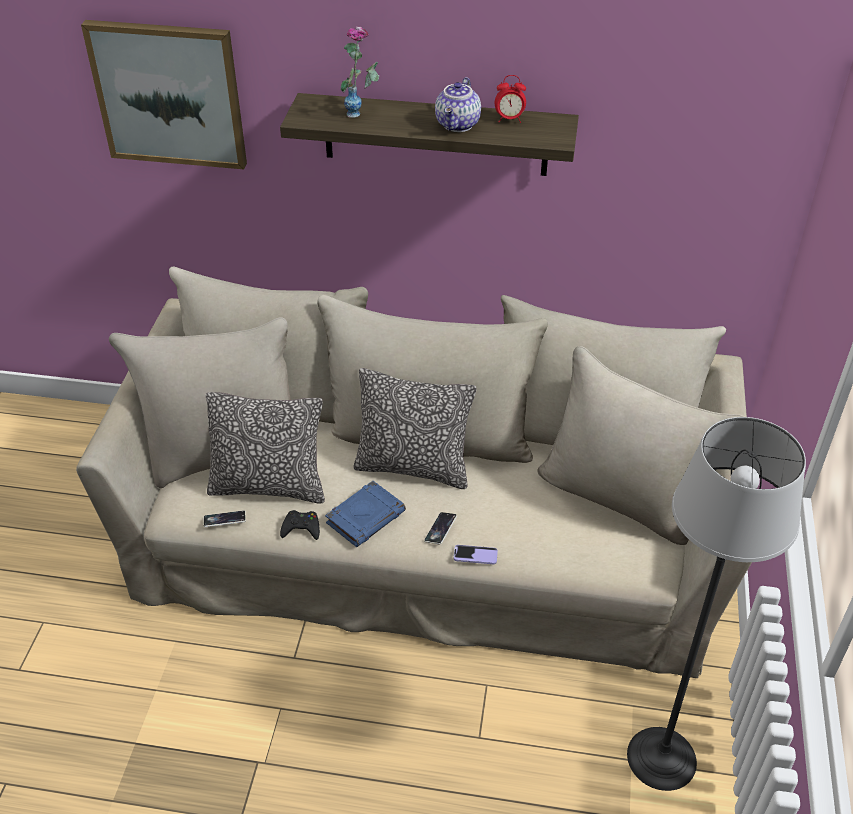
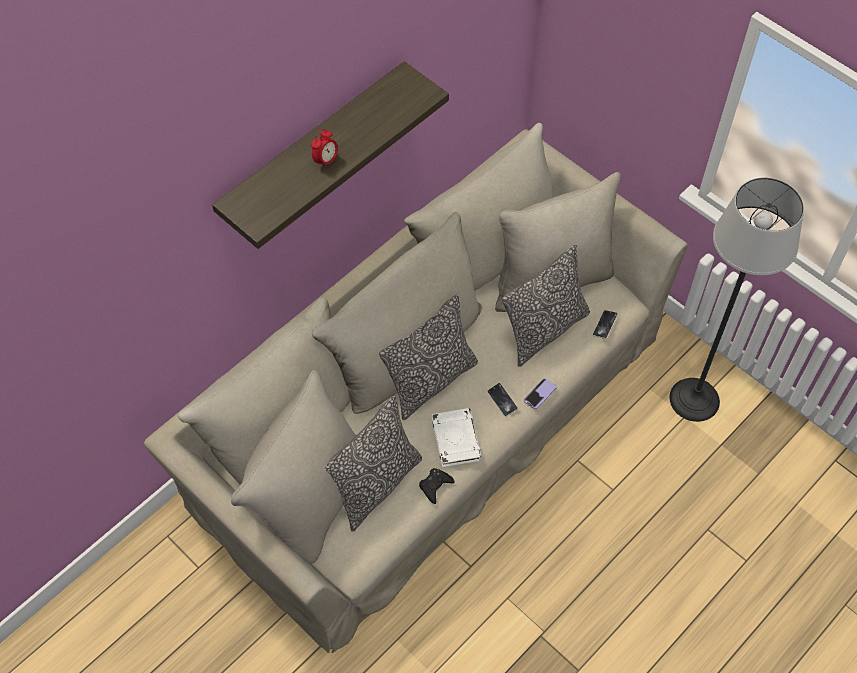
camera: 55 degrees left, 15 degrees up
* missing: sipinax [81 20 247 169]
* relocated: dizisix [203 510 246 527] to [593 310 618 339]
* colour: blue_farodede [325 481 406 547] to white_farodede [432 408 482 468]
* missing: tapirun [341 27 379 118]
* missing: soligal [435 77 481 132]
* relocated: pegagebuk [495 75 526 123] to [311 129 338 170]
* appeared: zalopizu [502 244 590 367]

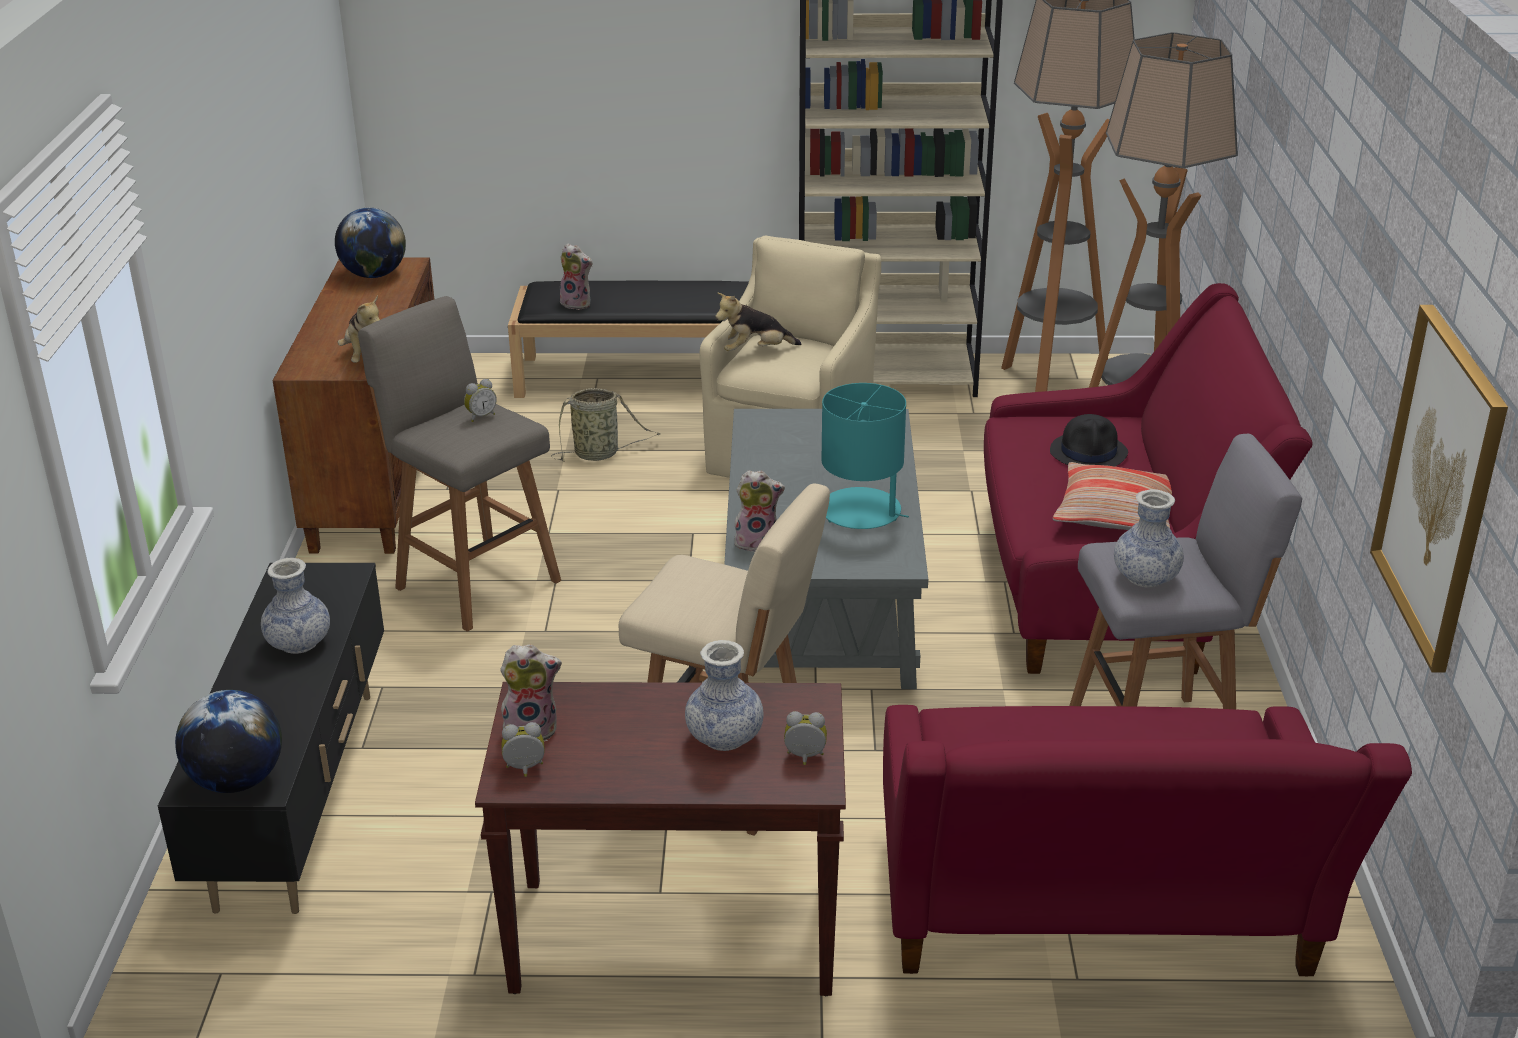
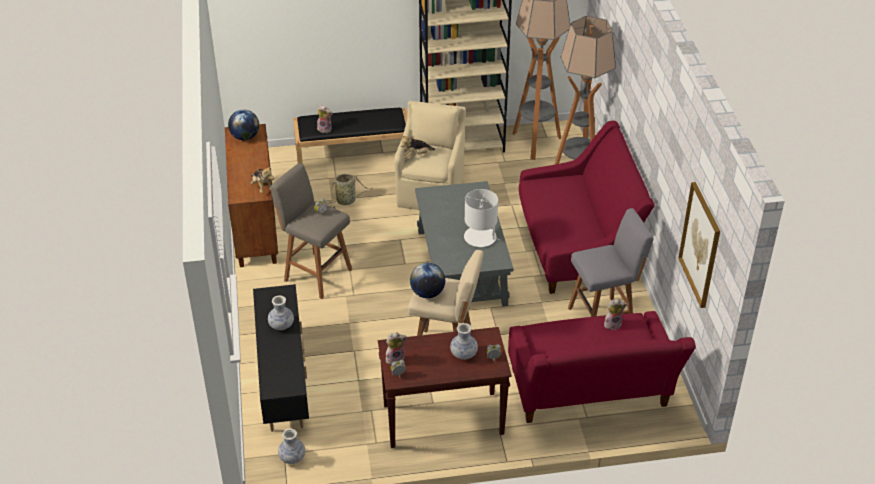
camera: 10 degrees left, 10 degrees up
* relocated: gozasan [175 690 282 793] to [410 263 445 298]
* relocated: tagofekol [734 470 785 552] to [604 299 627 330]
* colour: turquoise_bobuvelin [822 383 909 529] to white_bobuvelin [464 189 500 247]
* missing: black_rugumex [1050 414 1128 466]
* missing: zalopizu [1053 462 1172 530]
* relocated: tapirun [1114 489 1184 588] to [278 428 305 464]

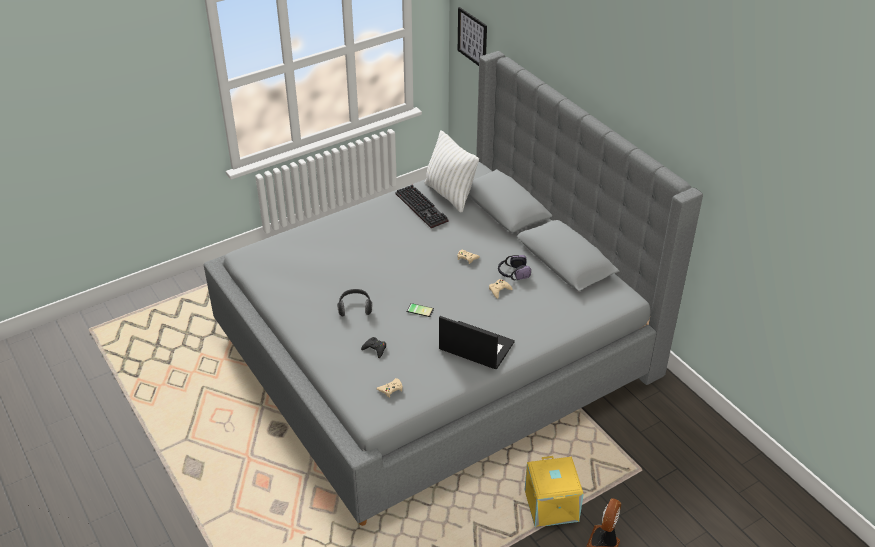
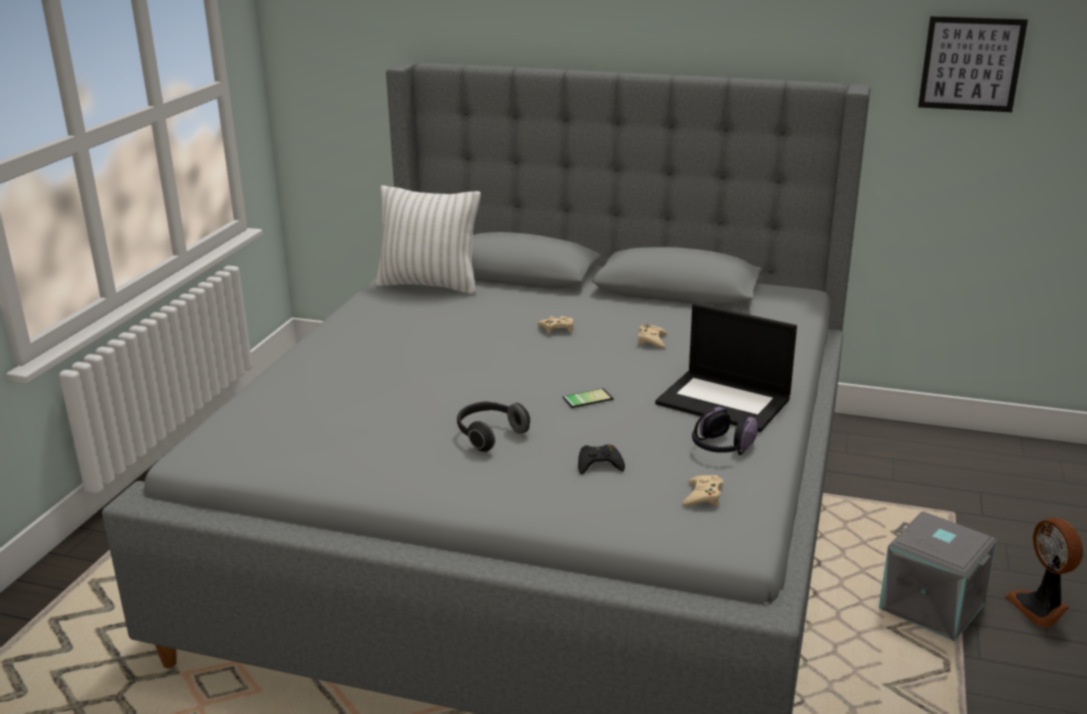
camera: 40 degrees left, 15 degrees down
* missing: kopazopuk [396 184 449 228]
* spun: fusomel [439 316 515 370] = [655 303 797 432] 135 degrees counterclockwise
* relocated: sipinax [458 7 487 66] to [918 16 1028 112]
* relocated: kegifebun [498 255 531 280] to [692 406 757 455]
* colour: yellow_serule [525 456 584 527] to grey_serule [879 511 998 641]

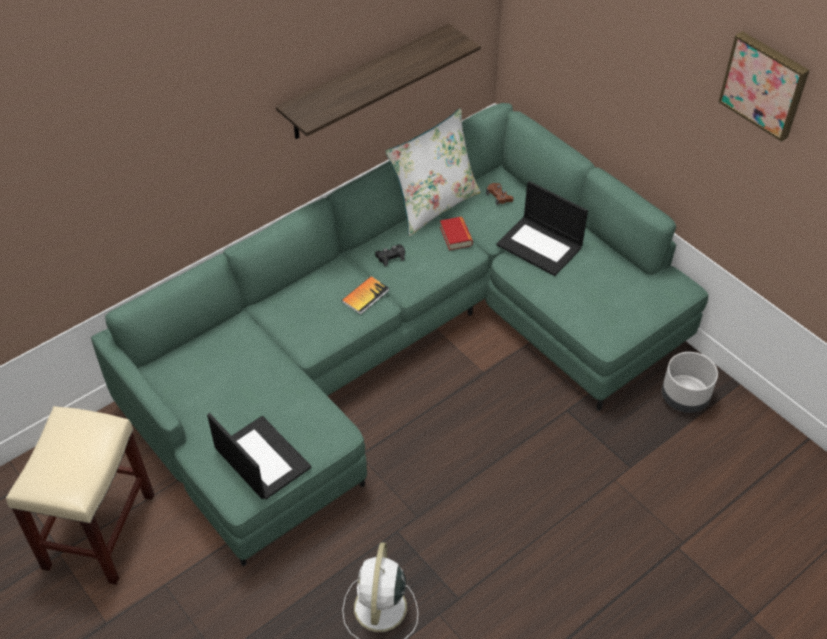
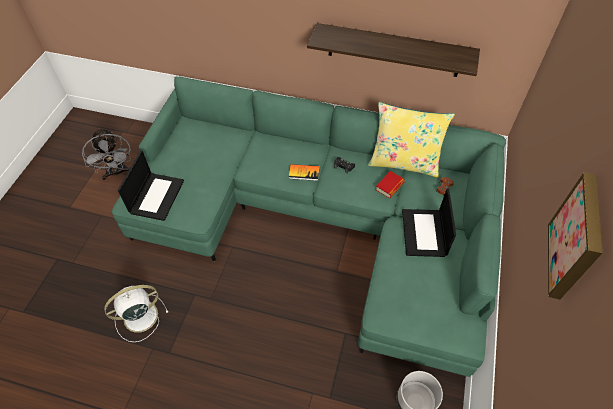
camera: 55 degrees right, 5 degrees up
* exchanged: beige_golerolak [6 406 155 585] to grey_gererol [82 128 131 180]
* colour: white_zalopizu [385 109 480 236] to yellow_zalopizu [368 102 455 178]

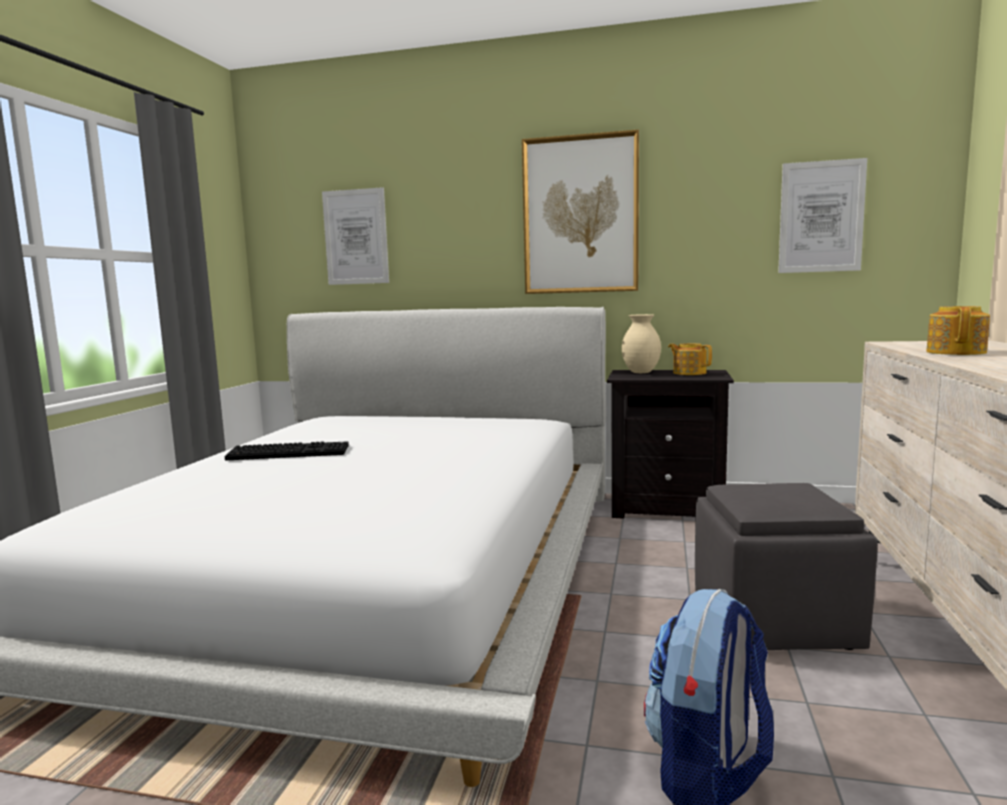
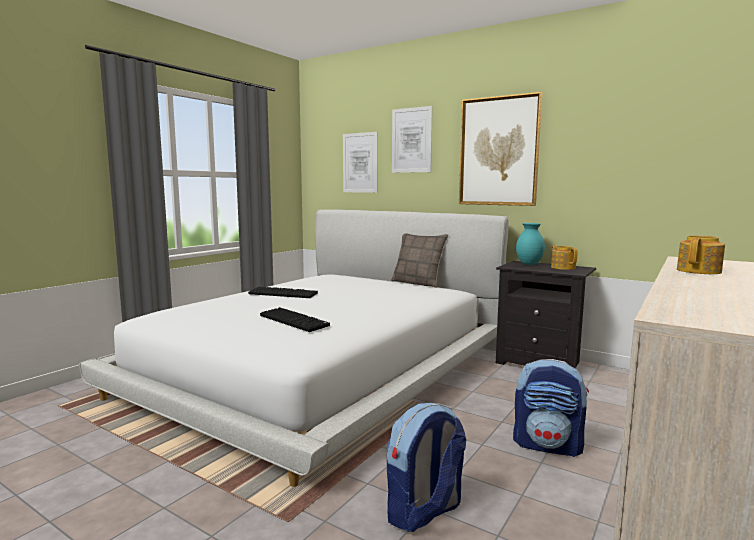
camera: 20 degrees right, 0 degrees up
* colour: beige_tapirun [622 314 661 373] to turquoise_tapirun [516 223 545 265]
* exchanged: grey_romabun [695 483 878 650] to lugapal [513 359 589 457]
* relocated: sipinax [778 158 867 273] to [392 106 433 173]
* appeared: kopazopuk [260 307 330 332]
* appeared: zalopizu [391 234 448 288]

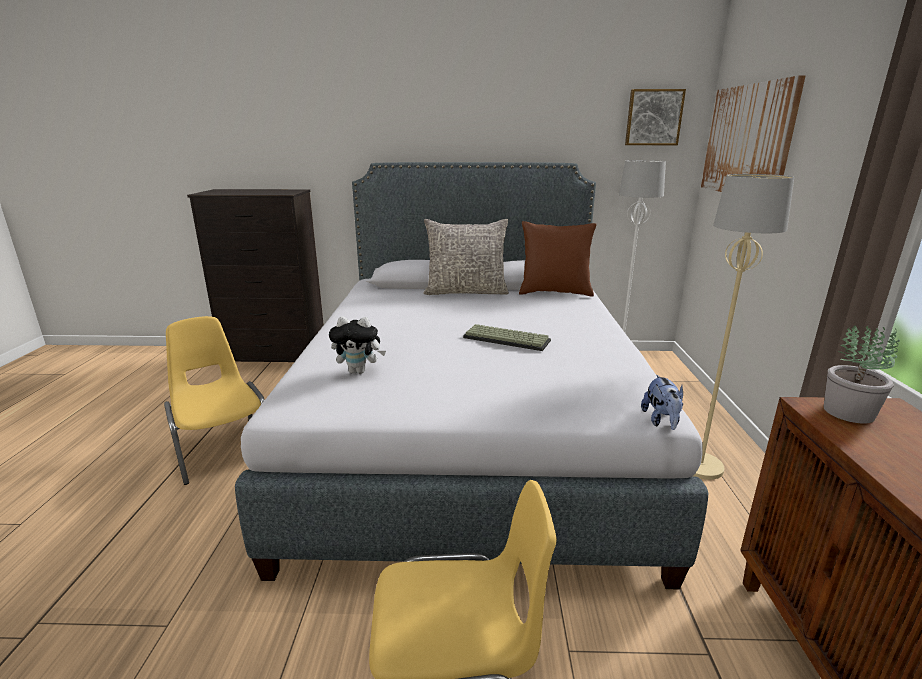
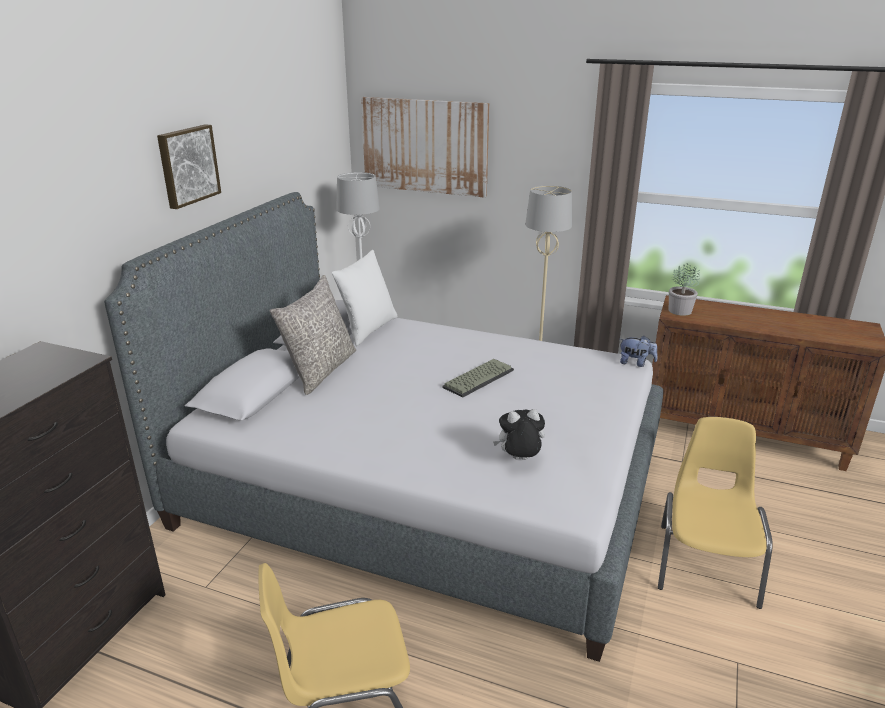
camera: 70 degrees left, 5 degrees up
* spun: tagofekol [329 316 386 374] = [493 409 545 460] 120 degrees counterclockwise
* colour: brown_zalopizu [519 221 597 296] to white_zalopizu [332 250 397 346]
* relocated: sipinax [625 89 686 145] to [157 124 221 209]

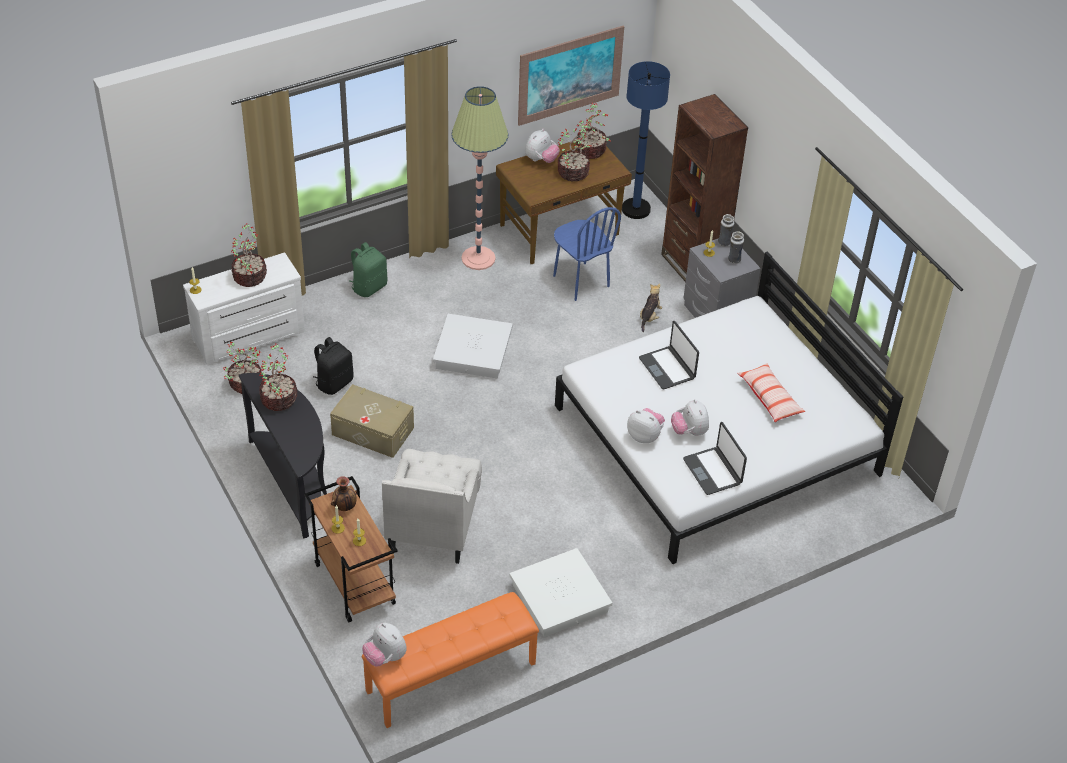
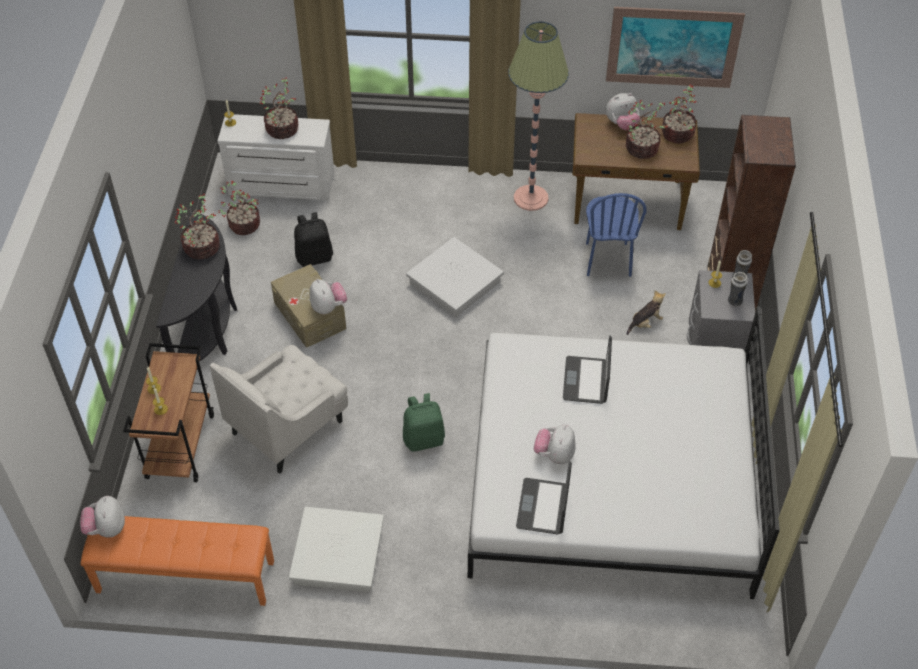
camera: 35 degrees right, 5 degrees up
* missing: tapirun [331 476 357 511]
* relocated: green_lugapal [350 242 387 297] to [403 393 445 452]
* missing: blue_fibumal [622 61 670 219]
* relocated: tagofekol [627 408 665 443] to [310 279 347 314]
* missing: zalopizu [737 363 805 422]

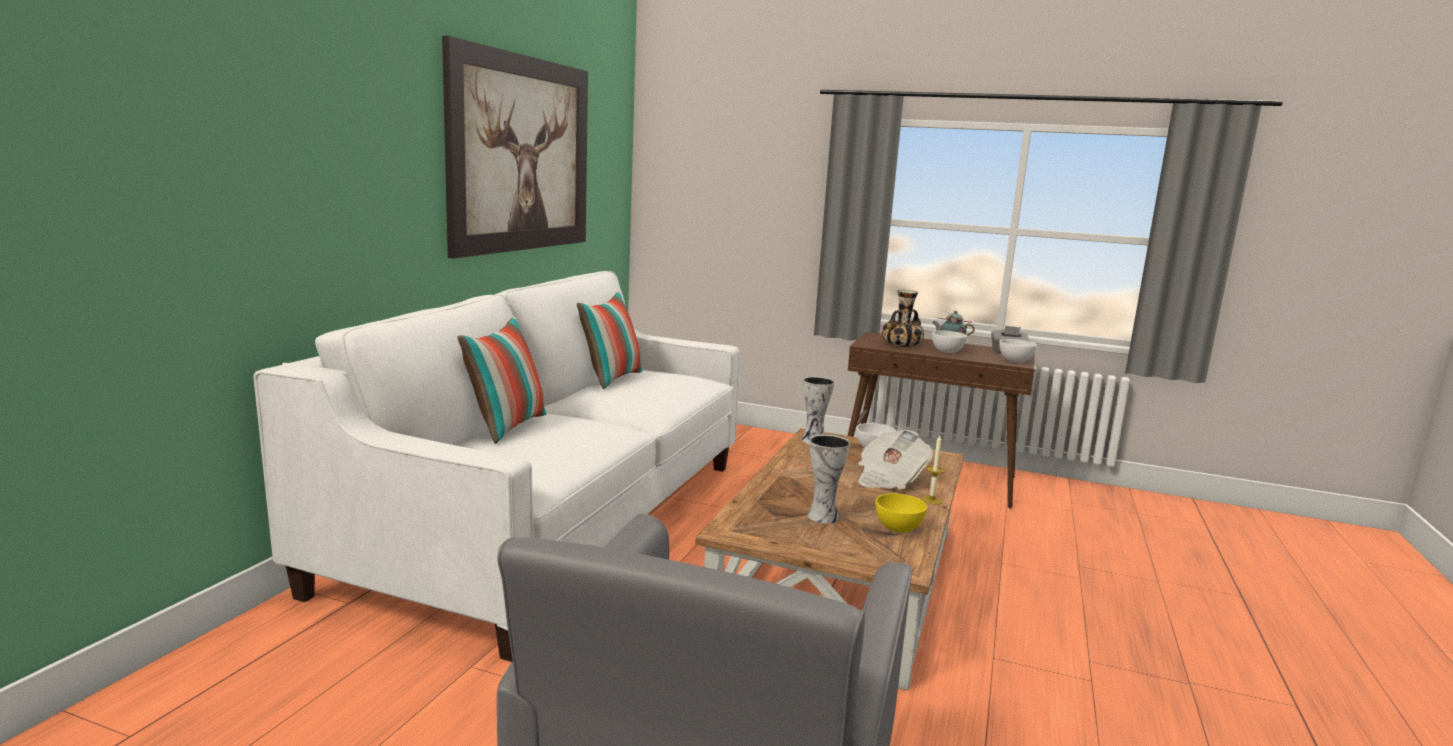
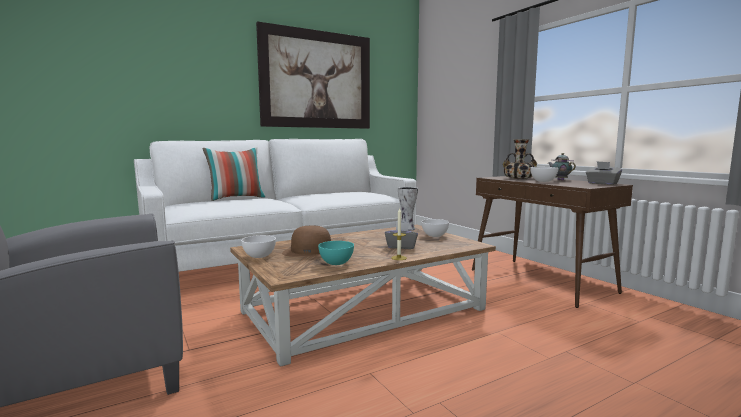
camera: 40 degrees right, 5 degrees down
* missing: zalopizu [577 291 643 389]
* exchanged: tapirun [808 435 850 523] to brown_rugumex [282 226 331 257]
* exchanged: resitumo [858 430 933 489] to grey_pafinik [385 222 418 249]
* colour: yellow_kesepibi [876 493 927 532] to turquoise_kesepibi [318 241 354 265]
* relocated: white_kesepibi [999 339 1037 363] to [241 235 276 258]

